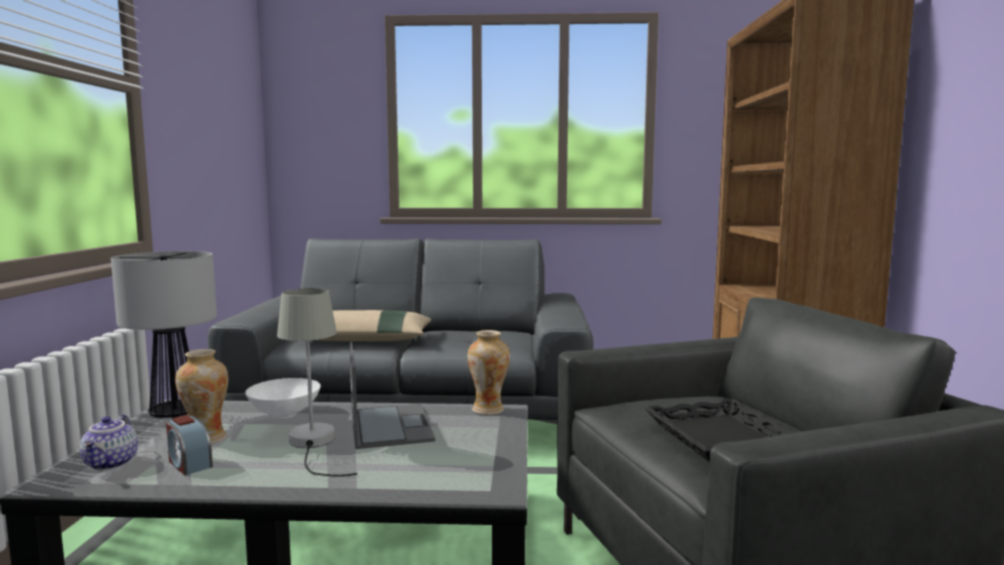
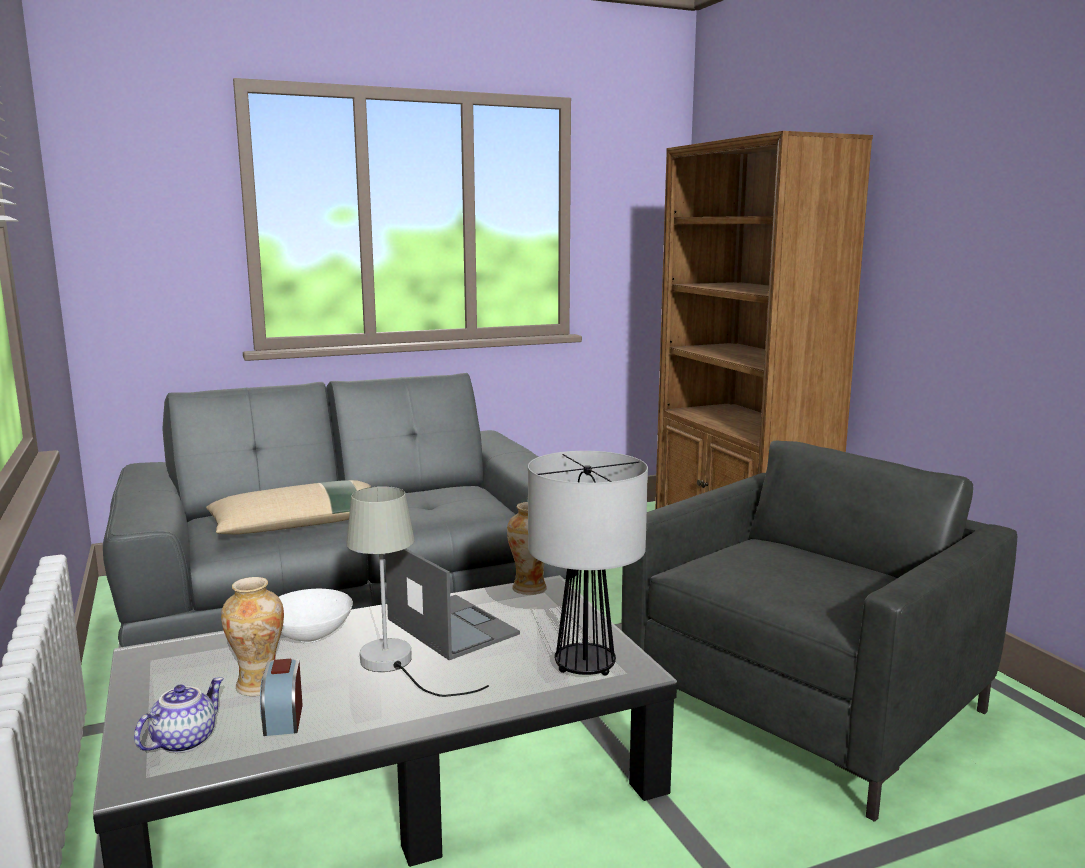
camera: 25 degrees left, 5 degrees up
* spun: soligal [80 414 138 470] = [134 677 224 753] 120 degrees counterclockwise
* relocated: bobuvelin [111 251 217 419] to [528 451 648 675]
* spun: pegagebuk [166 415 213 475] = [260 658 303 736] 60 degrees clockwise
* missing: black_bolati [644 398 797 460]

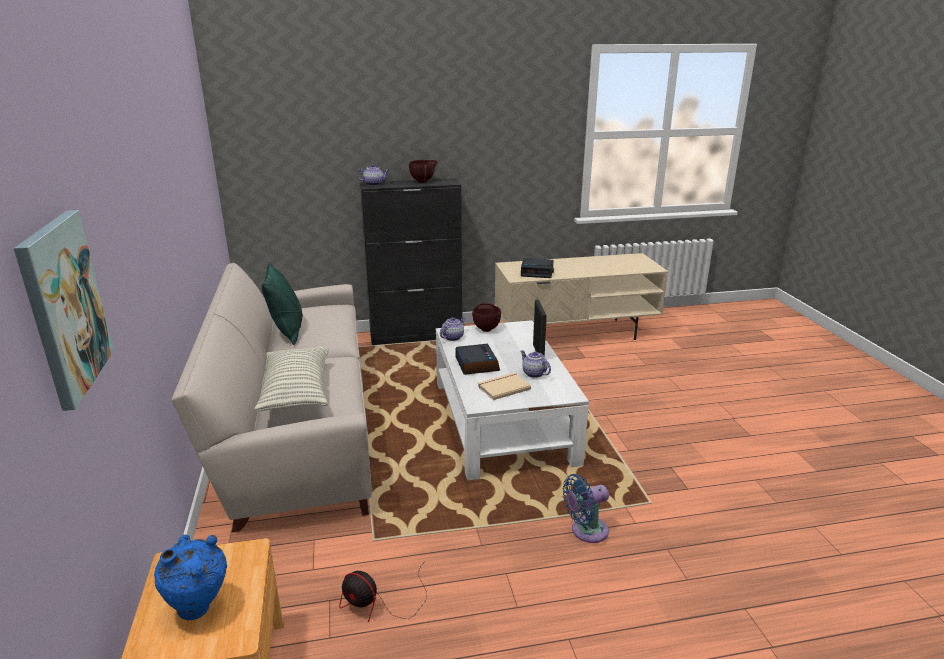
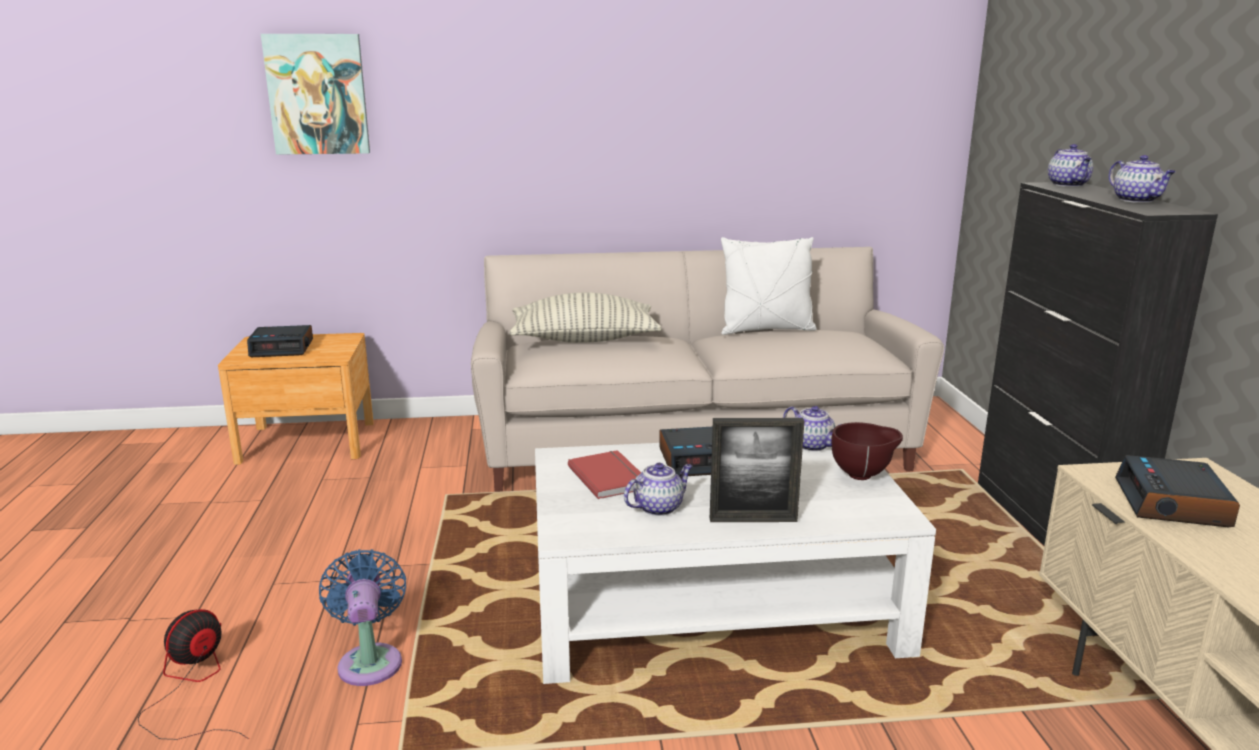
camera: 95 degrees right, 5 degrees down
* exchanged: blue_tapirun [154 535 227 620] to pegagebuk [247 325 313 357]
* colour: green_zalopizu [262 262 303 345] to white_zalopizu [721 237 817 335]
* relocated: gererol [339 561 427 622] to [138 609 249 740]
* exchanged: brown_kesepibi [409 160 438 183] to soligal [1109 155 1176 203]
* colour: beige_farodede [477 373 531 400] to red_farodede [568 450 641 499]

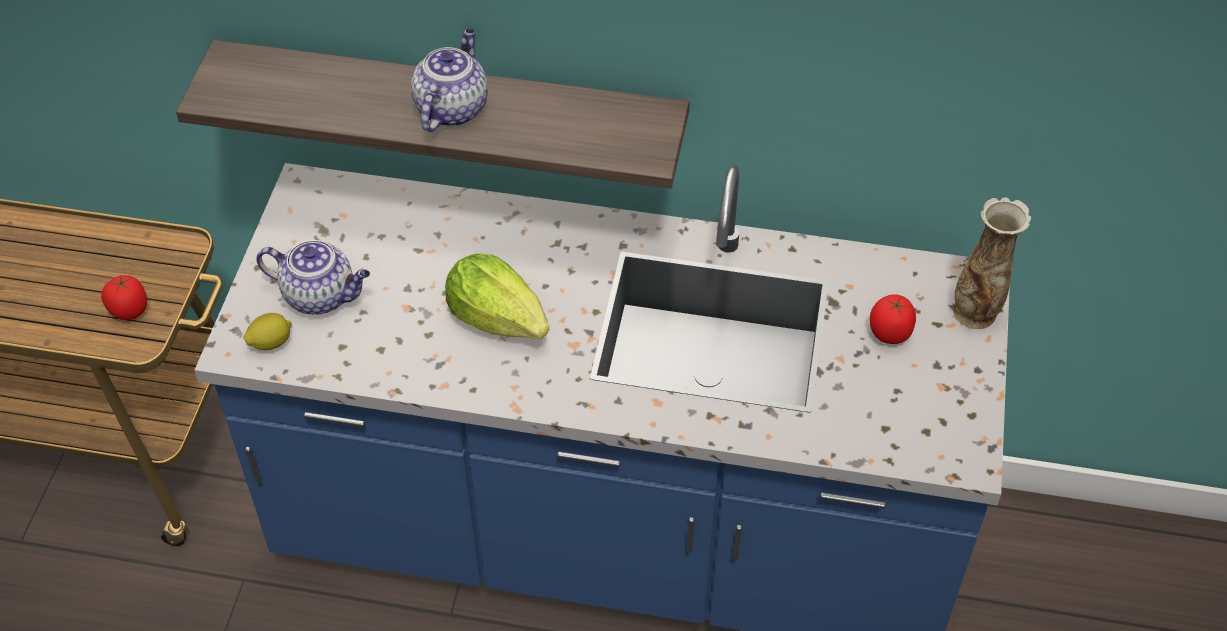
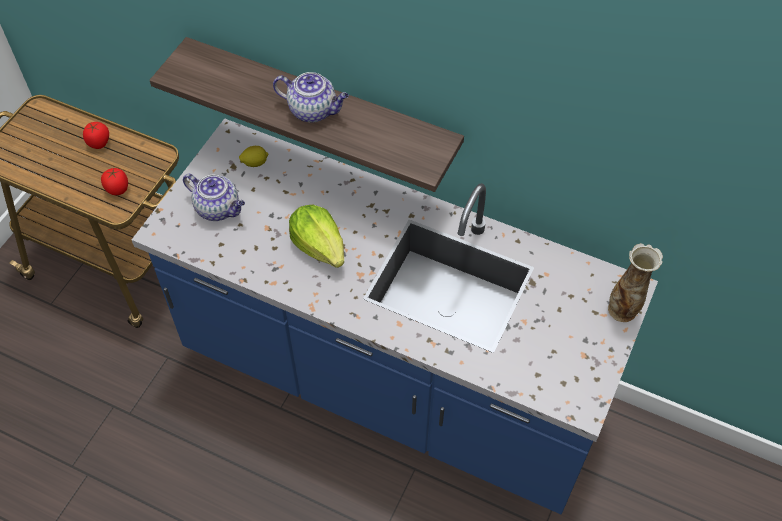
camera: 15 degrees right, 5 degrees up
* relocated: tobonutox [243 313 291 350] to [239 146 268 167]
* spun: soligal [411 28 488 132] = [273 72 349 123] 75 degrees clockwise
* relocated: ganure [870 294 916 344] to [83 122 109 149]

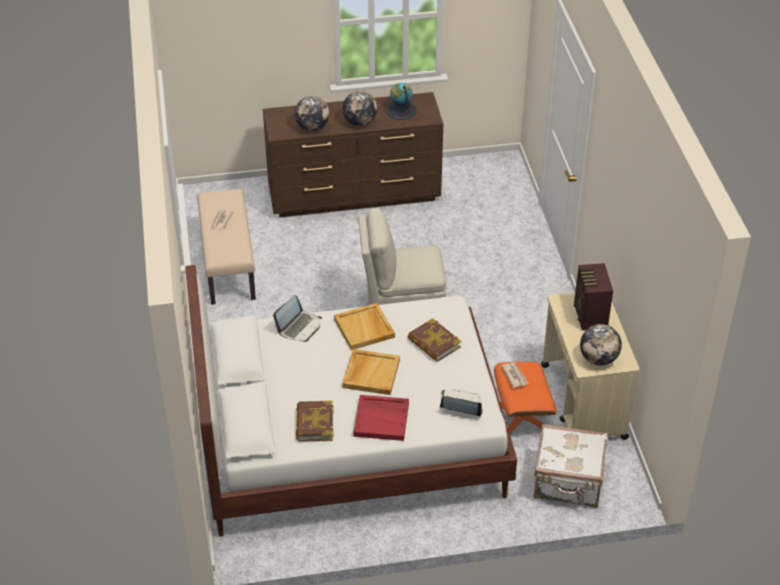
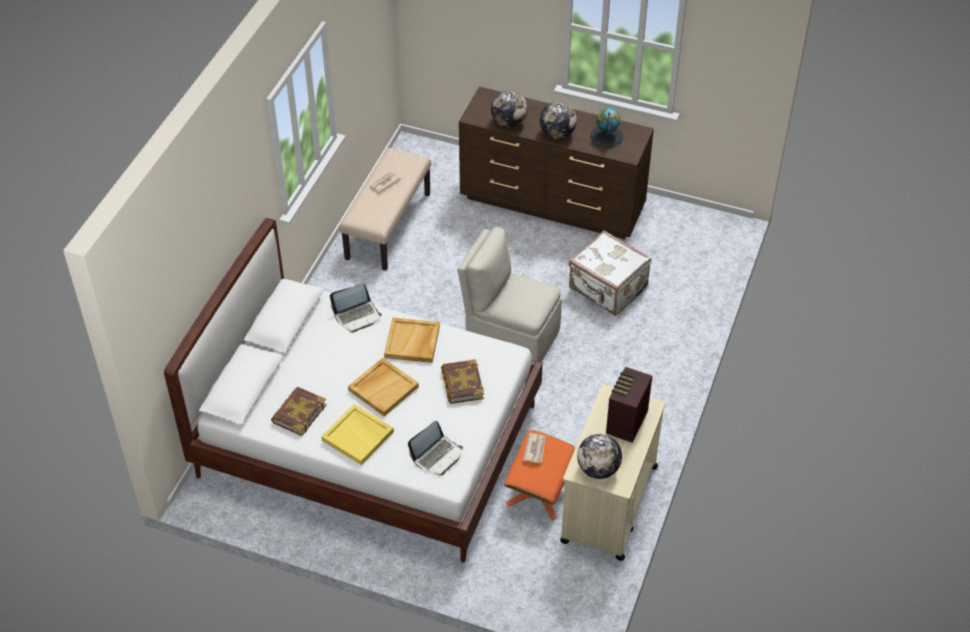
camera: 30 degrees right, 5 degrees up
* colour: red_bolati [353 395 409 441] to yellow_bolati [321 404 394 465]
* spun: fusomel [440 389 483 416] = [408 421 463 475] 90 degrees clockwise
* relocated: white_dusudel [534 424 608 508] to [569 231 651 316]

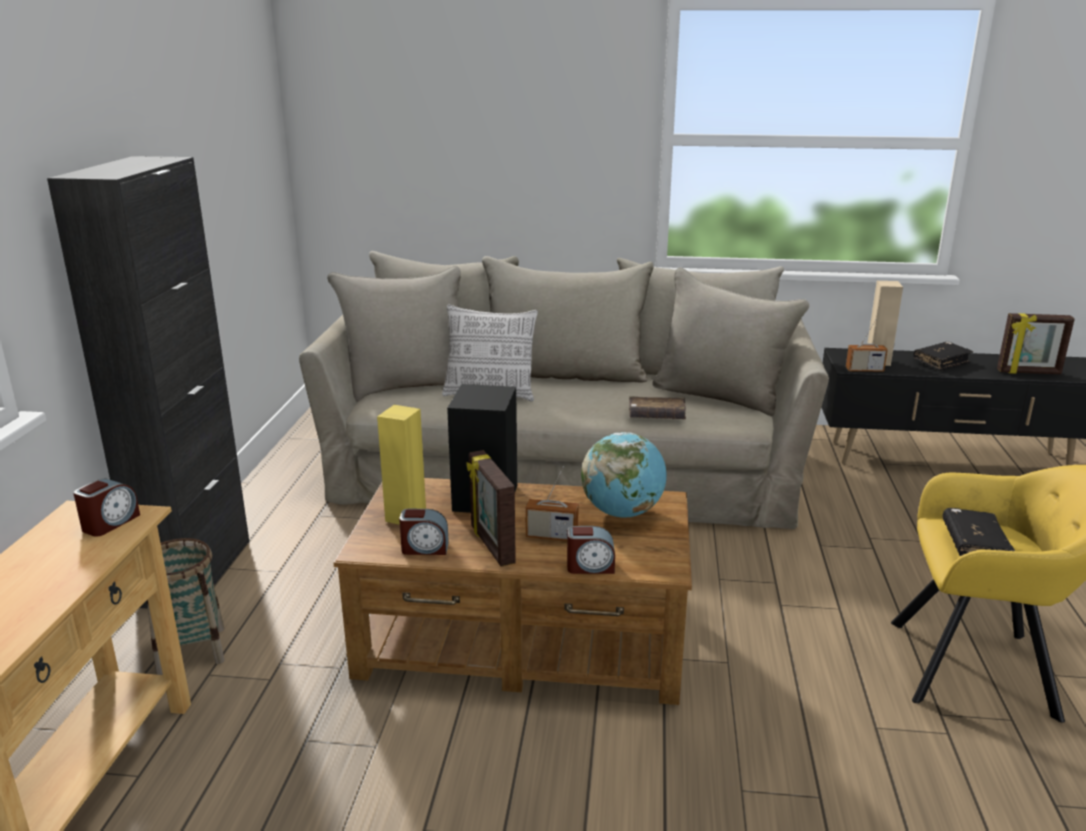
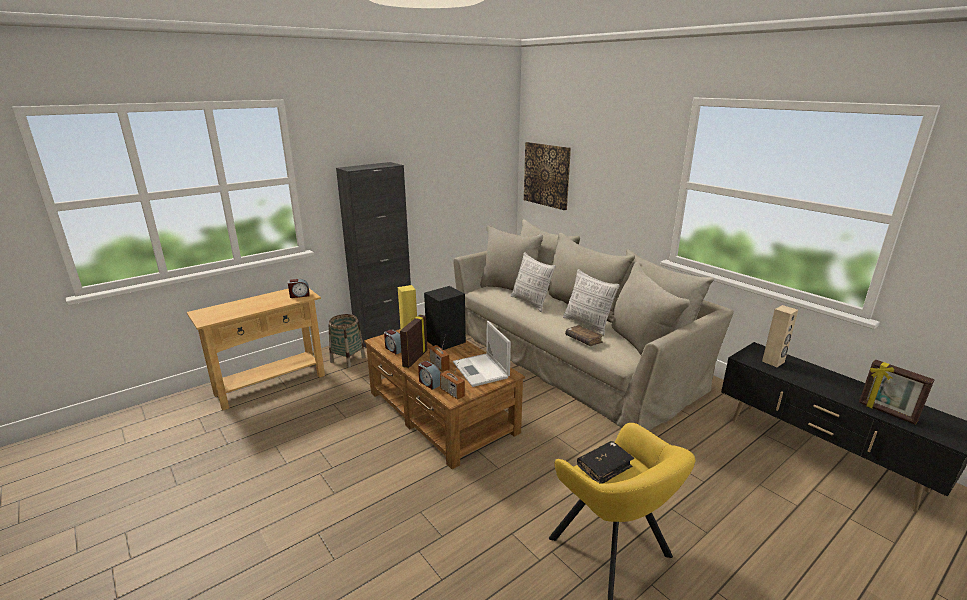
camera: 45 degrees right, 0 degrees up
* exchanged: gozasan [581 432 666 518] to fusomel [453 321 511 387]
* relocated: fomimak [846 319 888 372] to [440 359 465 400]
* missing: black_farodede [913 342 973 371]
* appeared: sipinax [524 142 571 210]
* appeared: zalopizu [563 269 620 335]

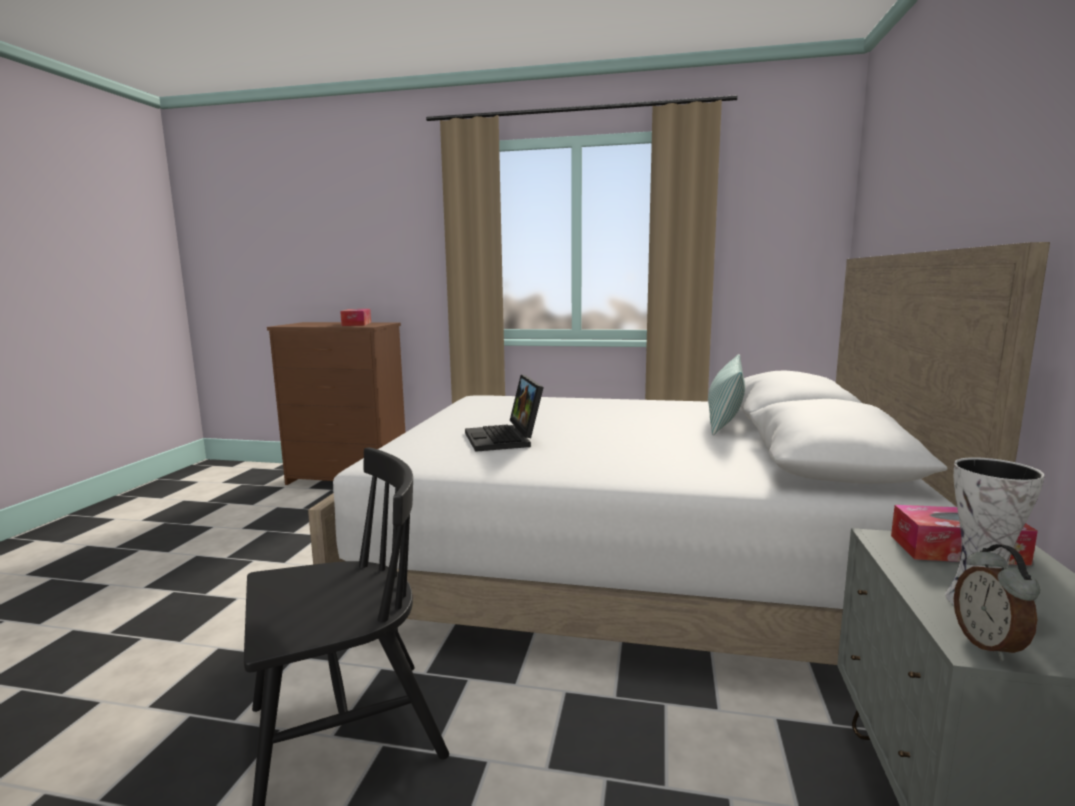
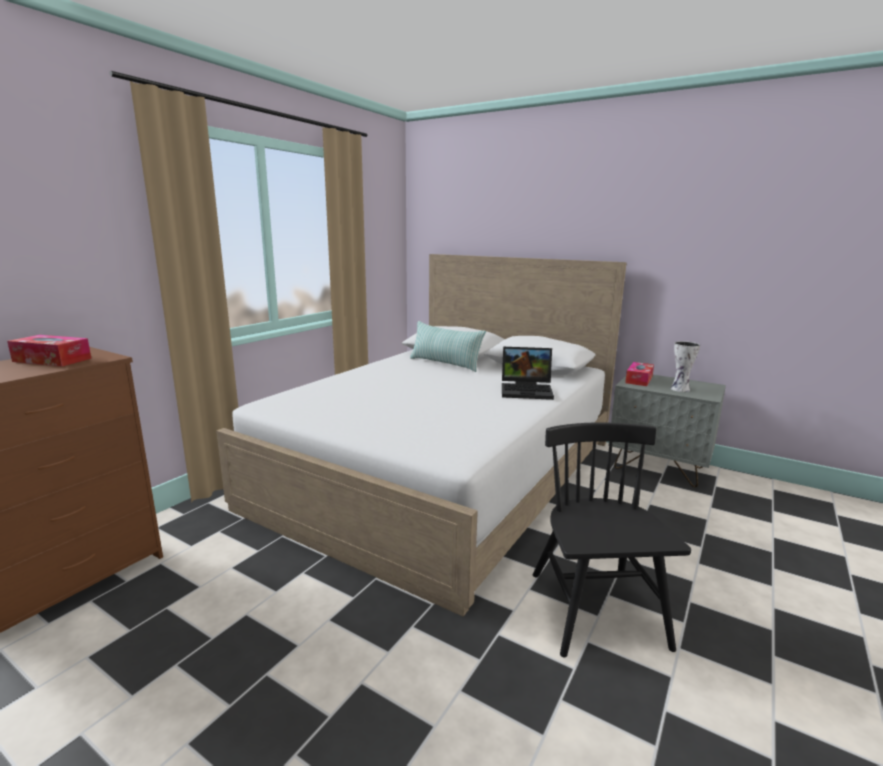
camera: 70 degrees left, 5 degrees up
* relocated: fusomel [465 375 544 452] to [502 347 554 400]
* missing: pegagebuk [954 544 1040 661]

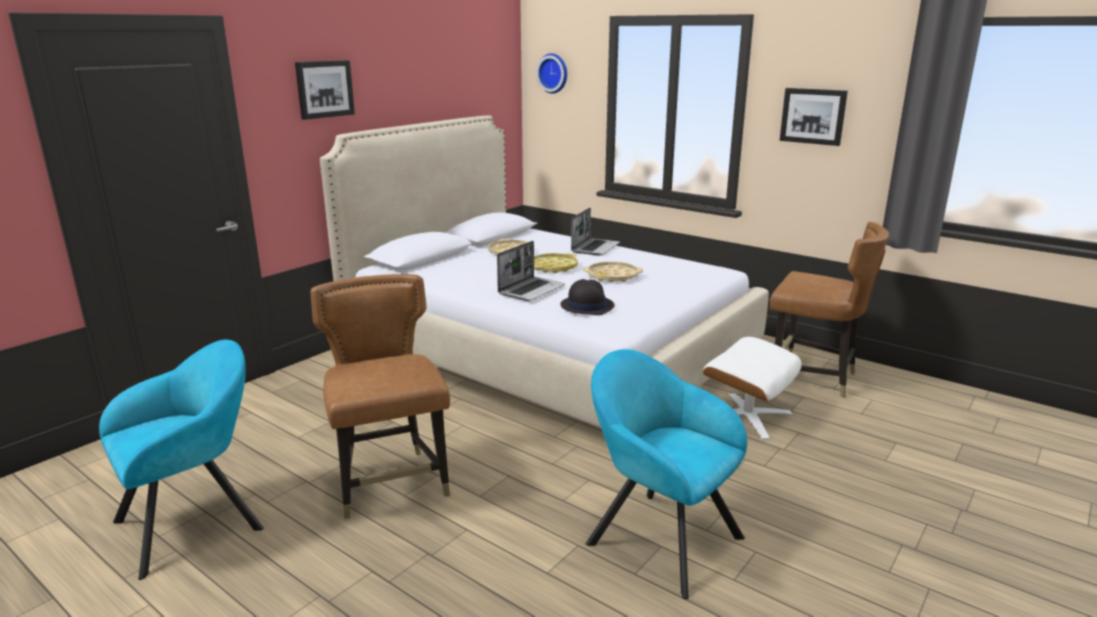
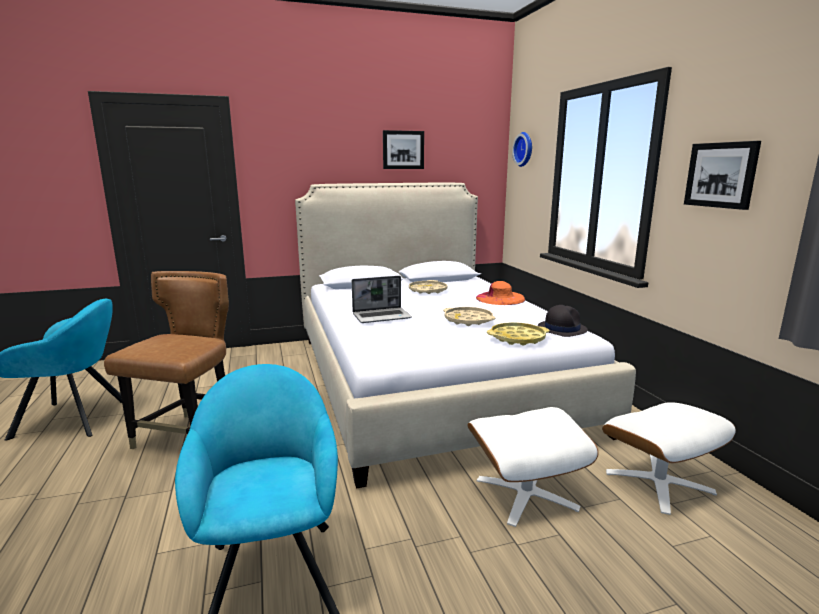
camera: 35 degrees right, 5 degrees down
* relocated: sipinax [295 60 355 120] to [383 130 424 169]
* relocated: yellow_bolati [534 253 578 273] to [487 322 549 345]
* relocated: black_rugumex [560 279 615 315] to [538 305 588 337]
* exchanged: fusomel [571 208 620 256] to orange_rugumex [476 281 525 305]
* exchanged: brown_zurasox [770 222 889 398] to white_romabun [602 402 736 515]

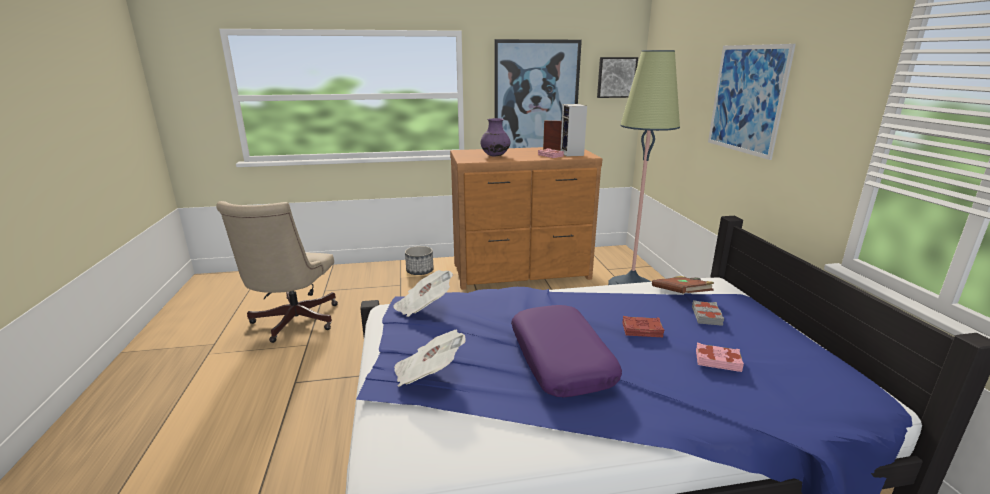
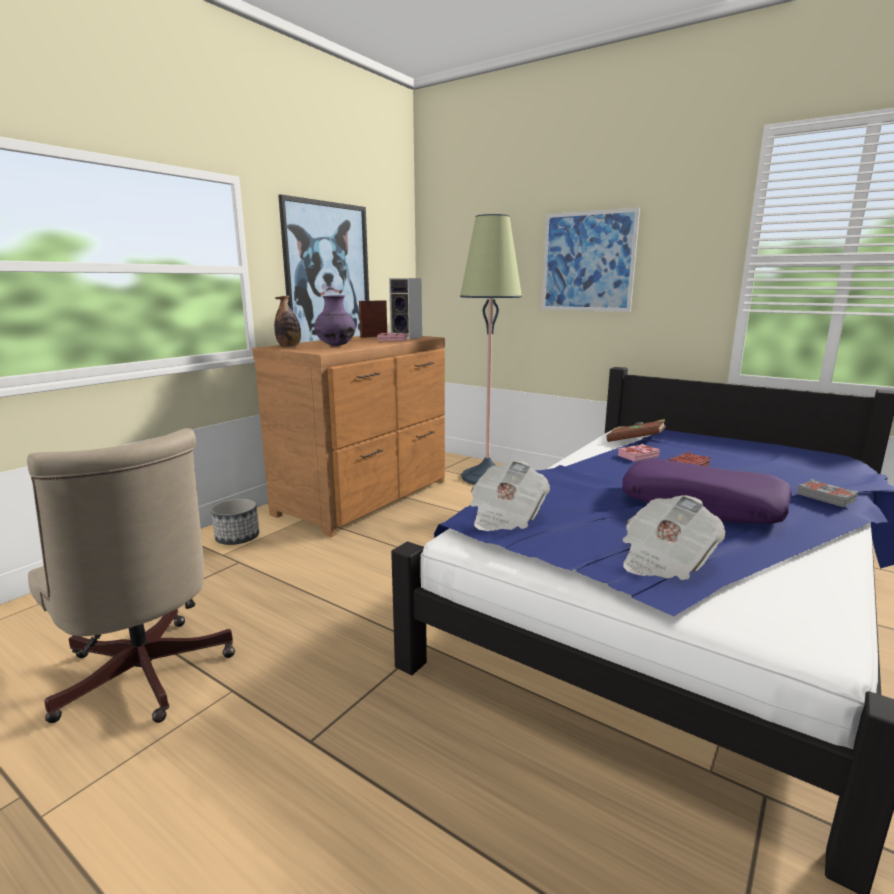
camera: 45 degrees left, 5 degrees down
* missing: sipinax [597 57 638 98]
* relocated: grey_farodede [692 300 724 326] to [797 479 858 507]
* relocated: pink_farodede [696 343 744 372] to [618 444 660 462]
* appeared: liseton [274 296 301 347]

